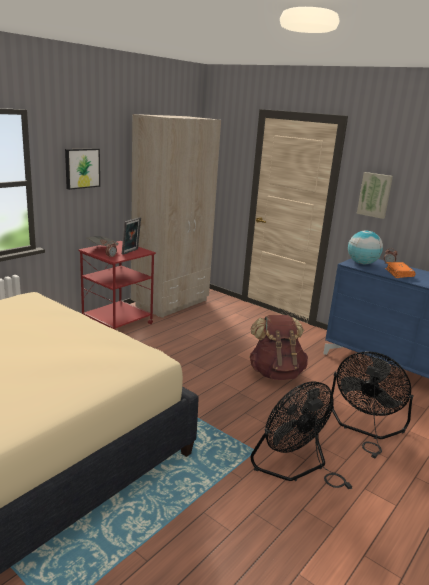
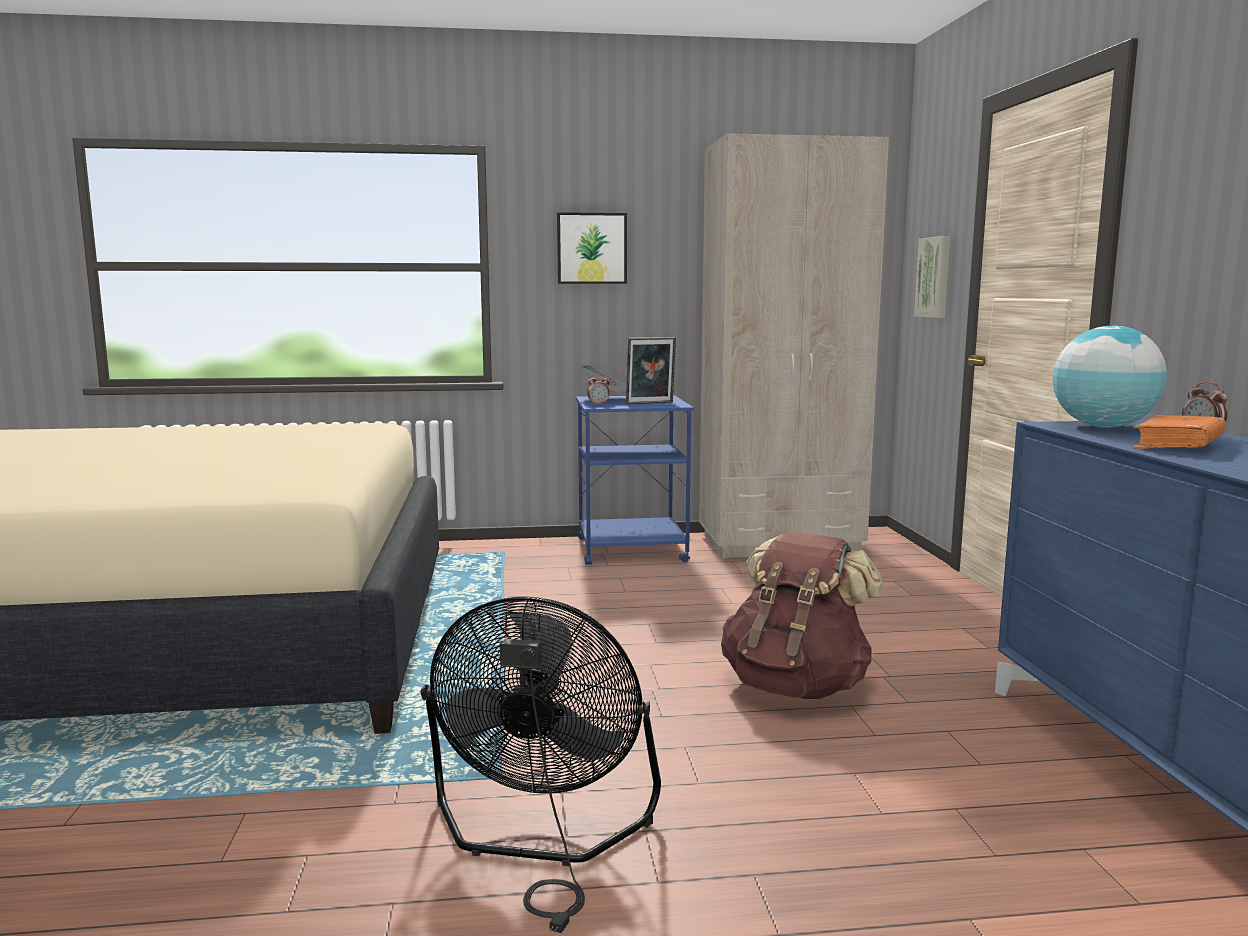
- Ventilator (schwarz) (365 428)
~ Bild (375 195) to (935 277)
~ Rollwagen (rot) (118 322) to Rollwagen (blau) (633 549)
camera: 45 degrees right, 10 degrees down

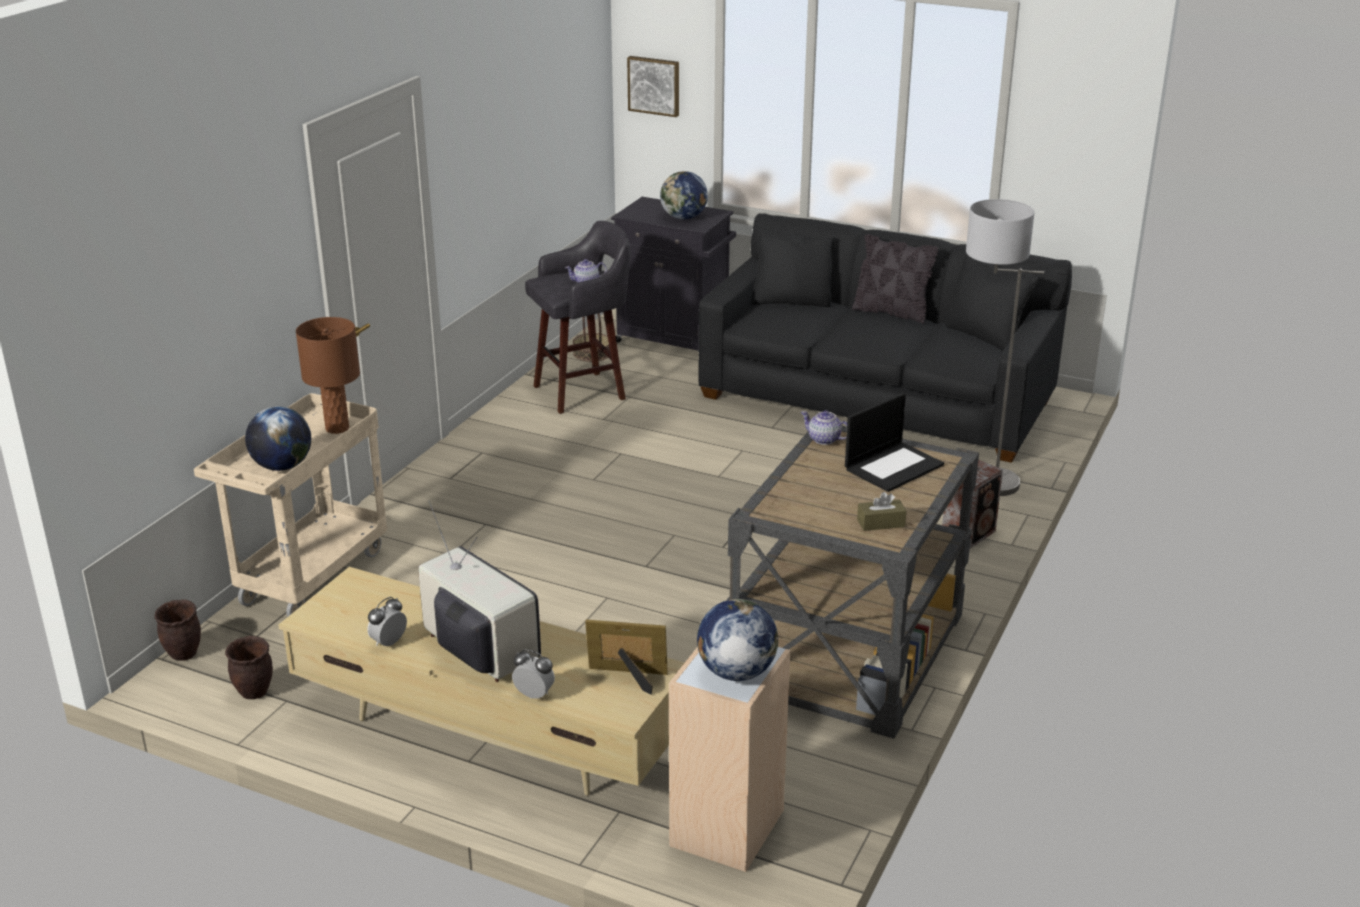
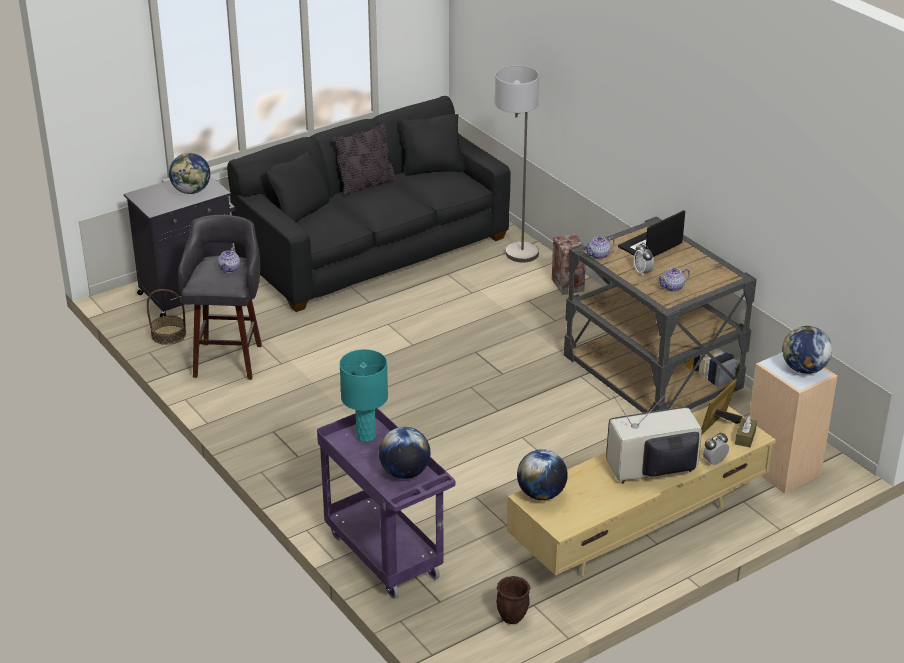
- Pflanzkübel (braun) (183 654)
- Bild (654 85)
+ Globus (541 494)
+ Teekanne (673 287)
~ Wecker (389 642) to (643 272)
~ Taschentuchbox (braun) (881 523) to (745 437)
~ Rollwagen (beige) (309 582) to Rollwagen (lila) (387 560)
~ Tischlampe (braun) (337 428) to Tischlampe (türkis) (366 436)
~ Laptop (893 466) = (650 246) 120 degrees counterclockwise
camera: 60 degrees left, 5 degrees up

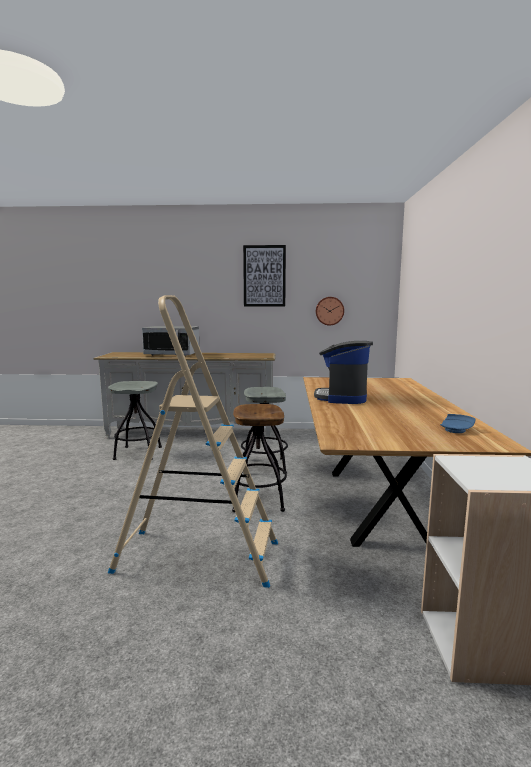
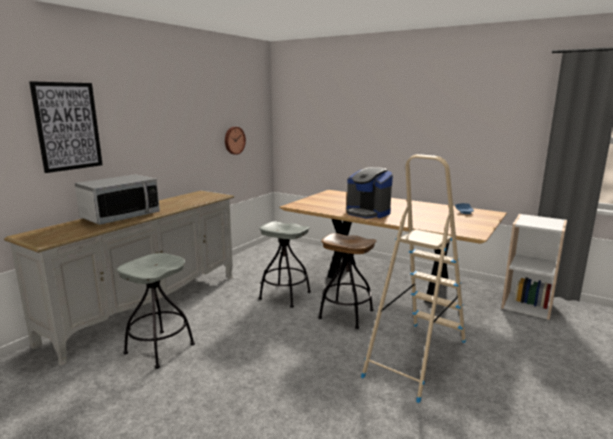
~ Bild (264 276) to (68 126)
camera: 60 degrees left, 5 degrees up

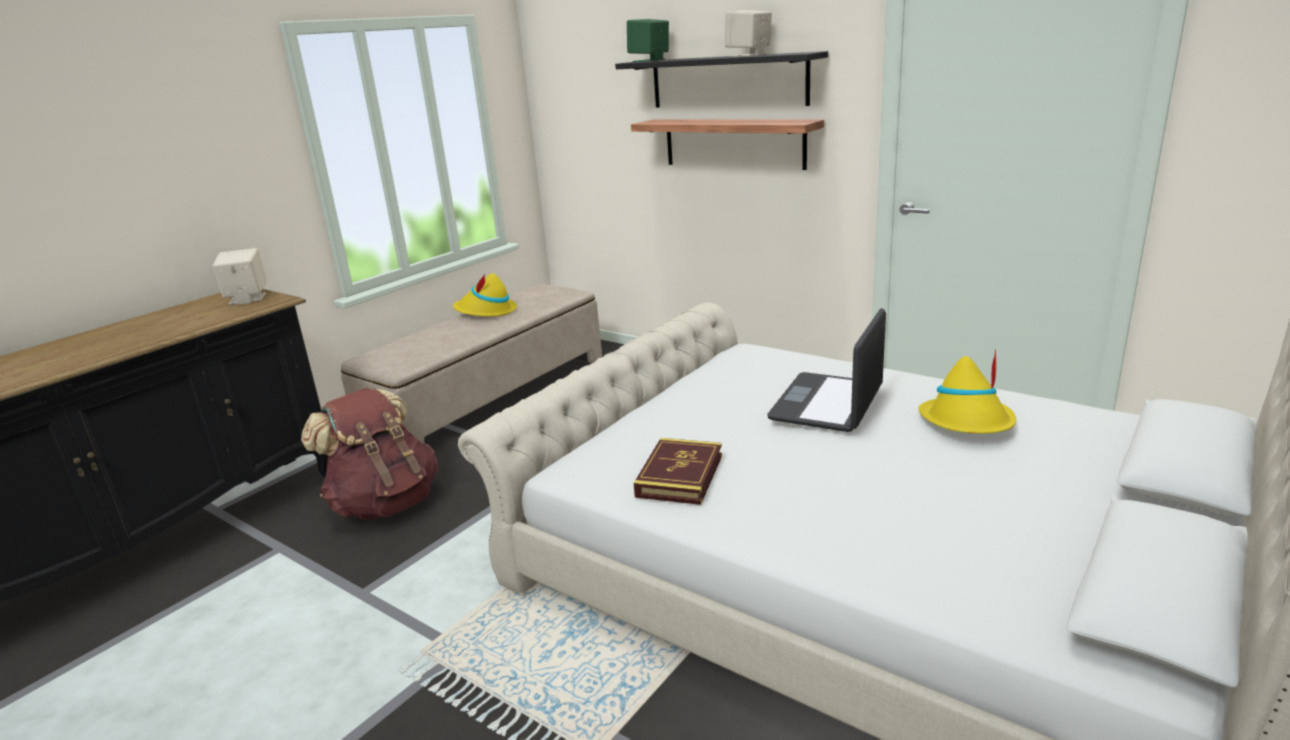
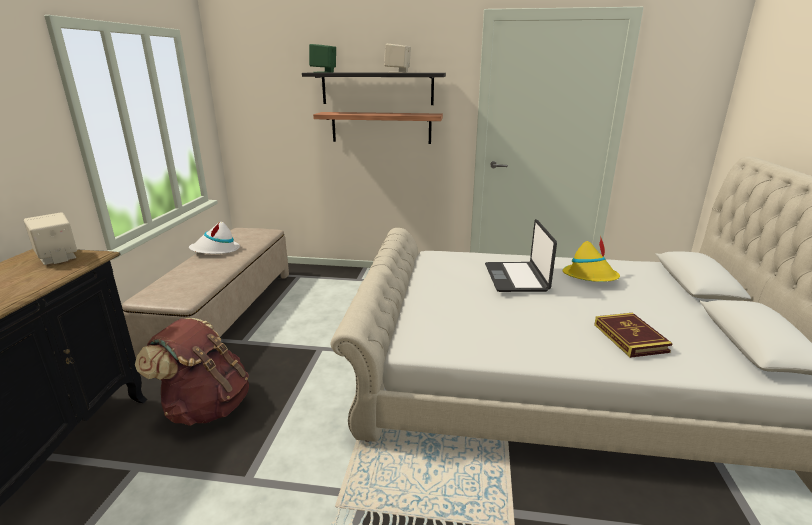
~ Buch (680 476) to (630 338)
~ Hut (gelb) (486 312) to Hut (weiß) (215 250)
camera: 30 degrees left, 0 degrees up

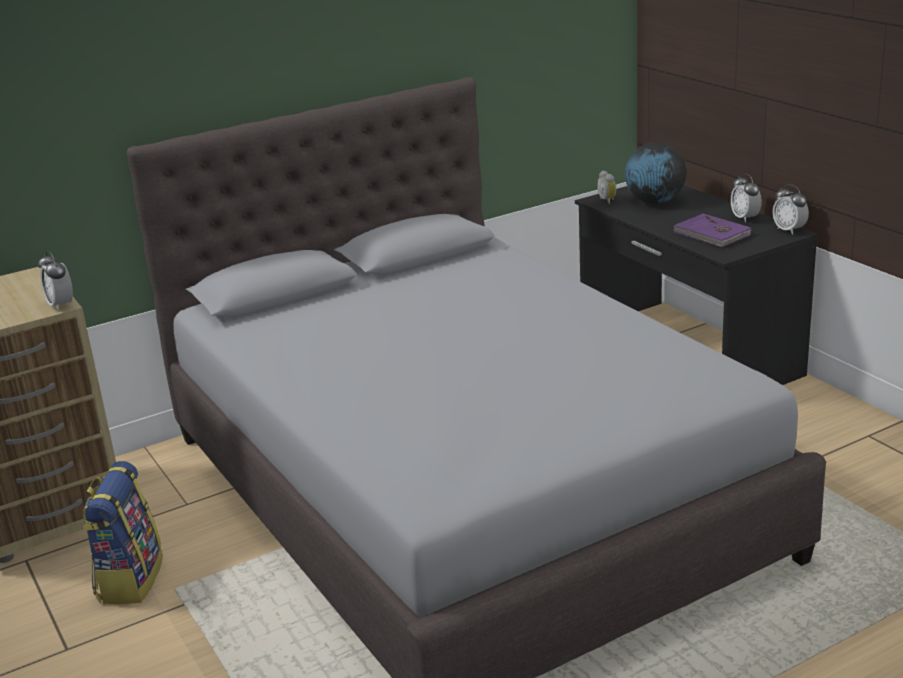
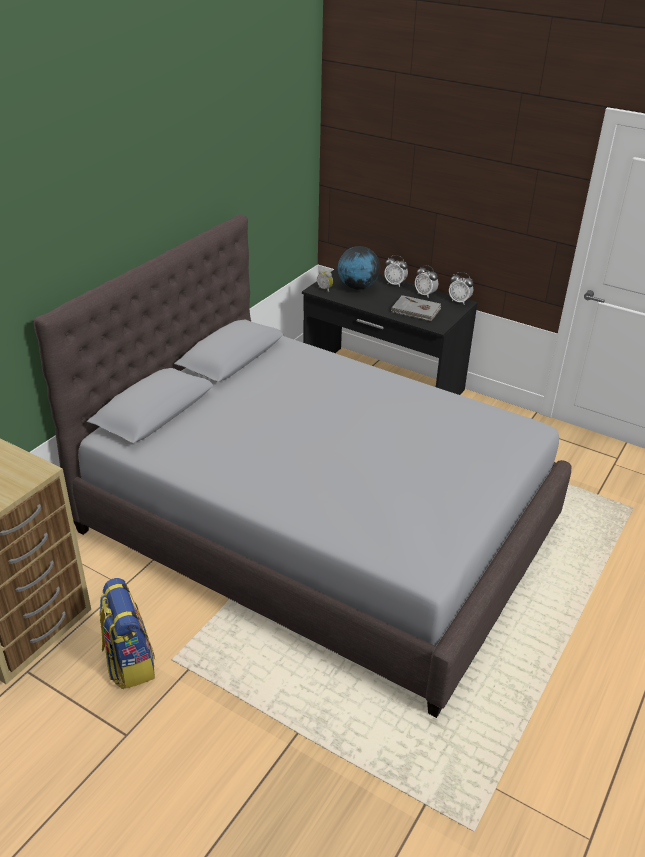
~ Wecker (61 305) to (395 284)
~ Buch (lila) (711 234) to Buch (grau) (416 311)
camera: 30 degrees left, 10 degrees up

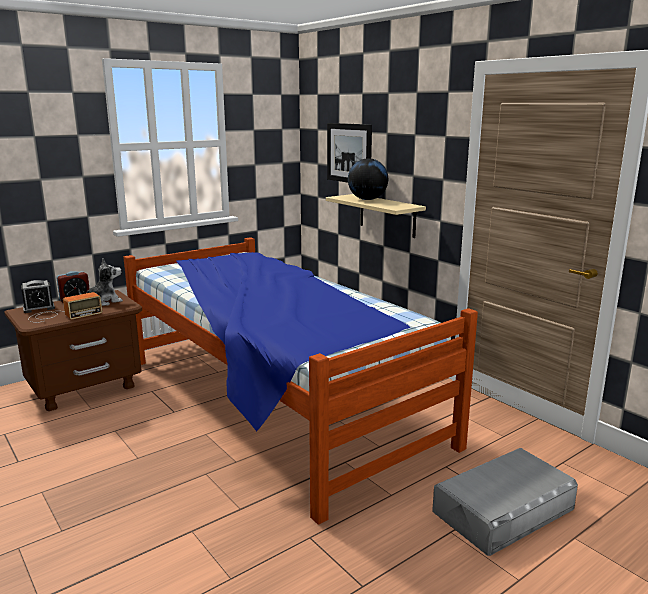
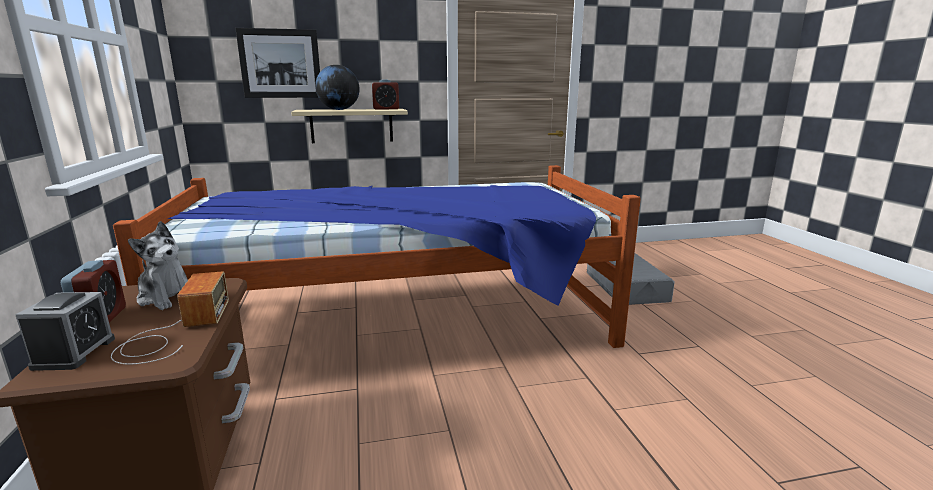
+ Wecker (386 109)
~ Plüschtier (104 302) = (167 297) 135 degrees clockwise
camera: 65 degrees left, 0 degrees up

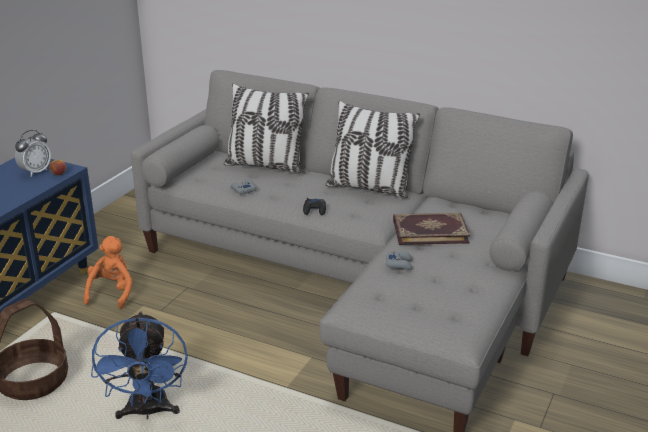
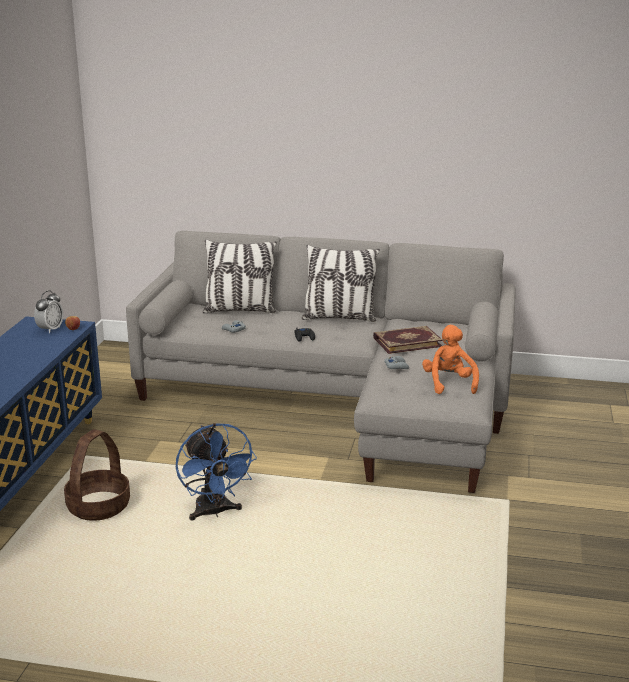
~ Plüschtier (orange) (112 293) to (449 383)
camera: 15 degrees left, 5 degrees down

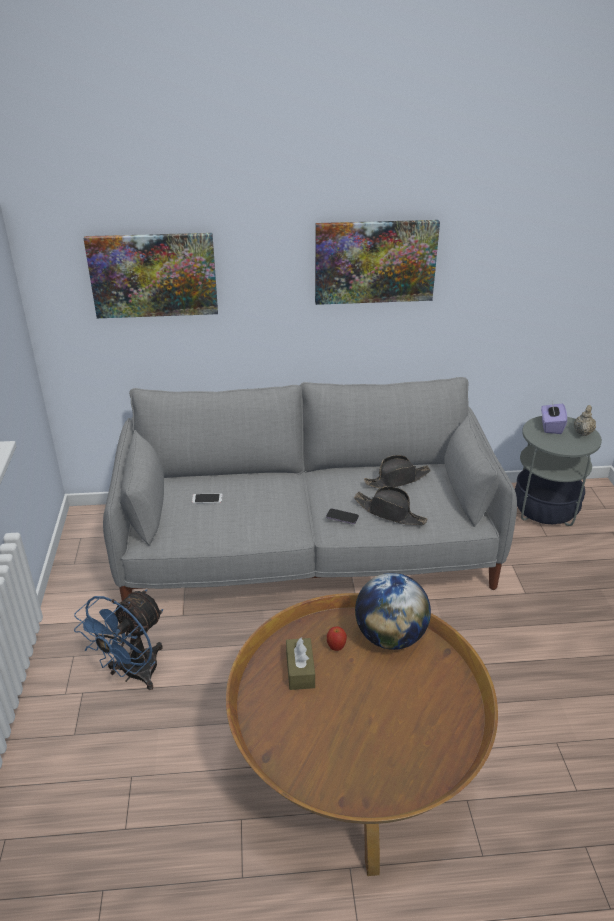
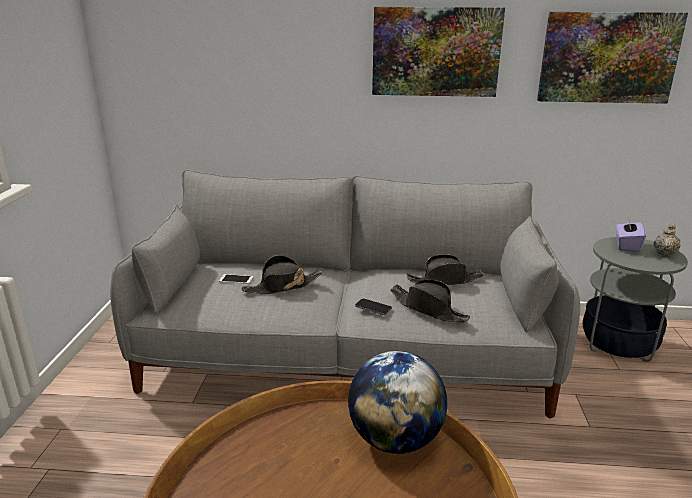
- Ventilator (blau) (133 674)
- Taschentuchbox (braun) (300 670)
- Apfel (336 647)
+ Hut (schwarz) (282 286)
~ Bild (153 275) to (607 57)
camera: 10 degrees right, 10 degrees down

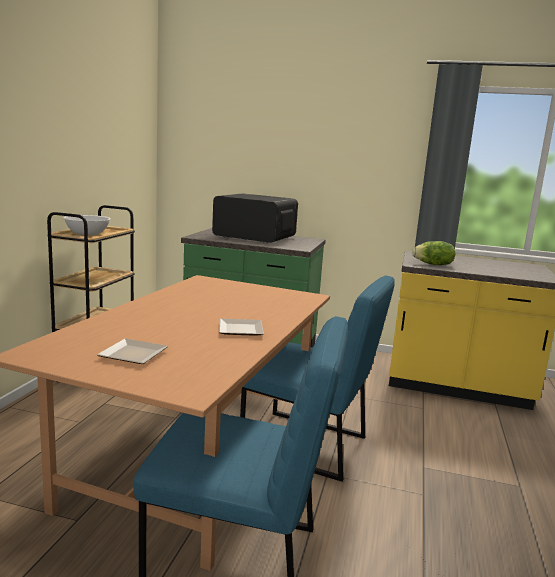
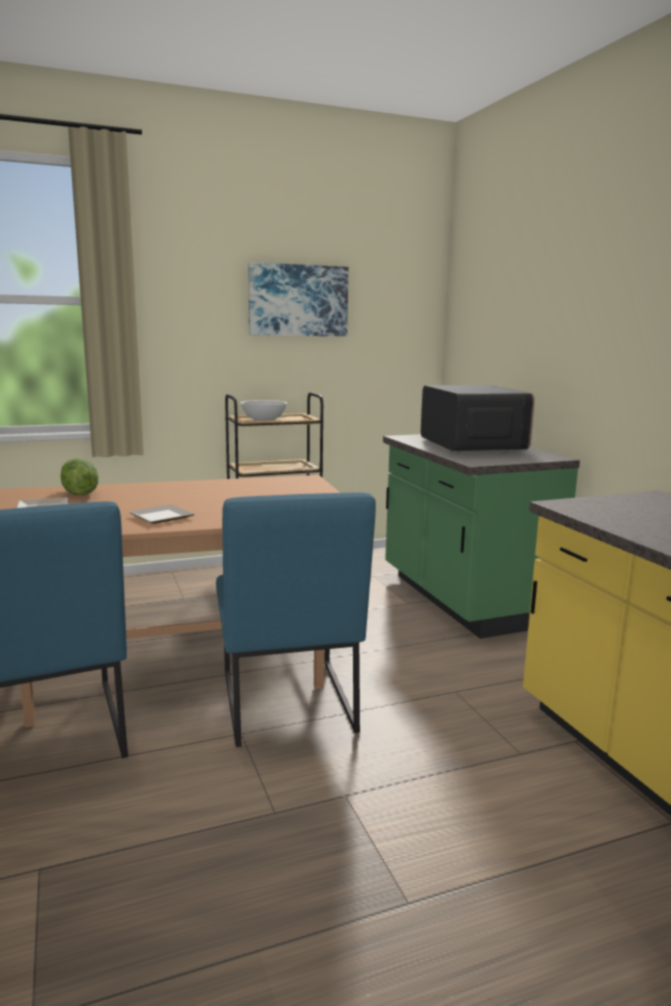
+ Bild (298 300)
~ Salatkopf (433 264) to (78 493)
camera: 55 degrees right, 0 degrees up

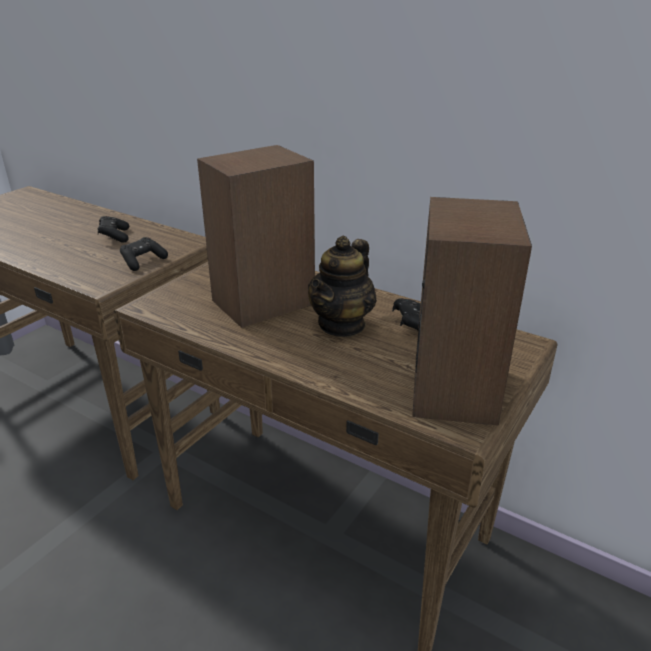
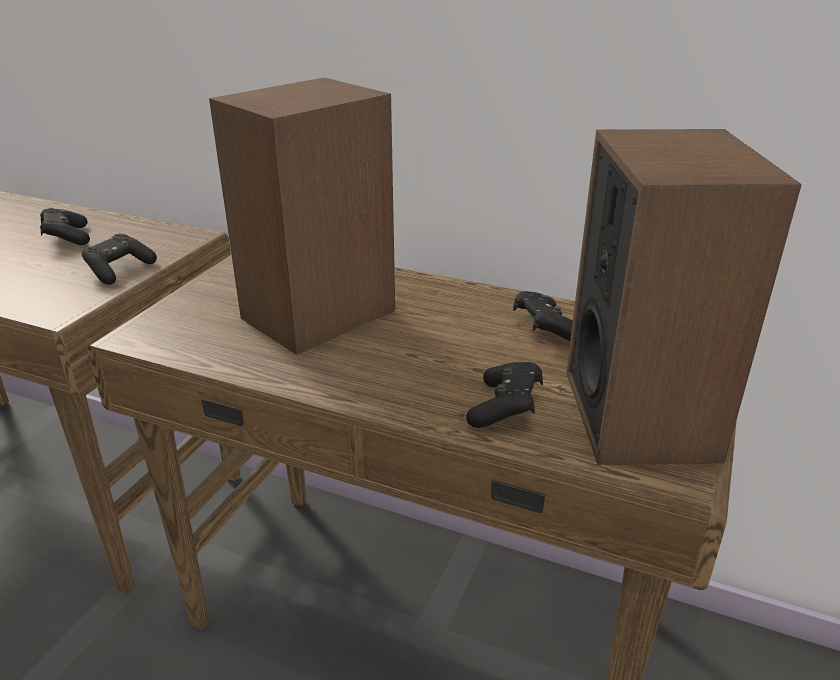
- Teekanne (342 324)
+ Gamepad (schwarz) (505 408)
camera: 10 degrees left, 0 degrees up

